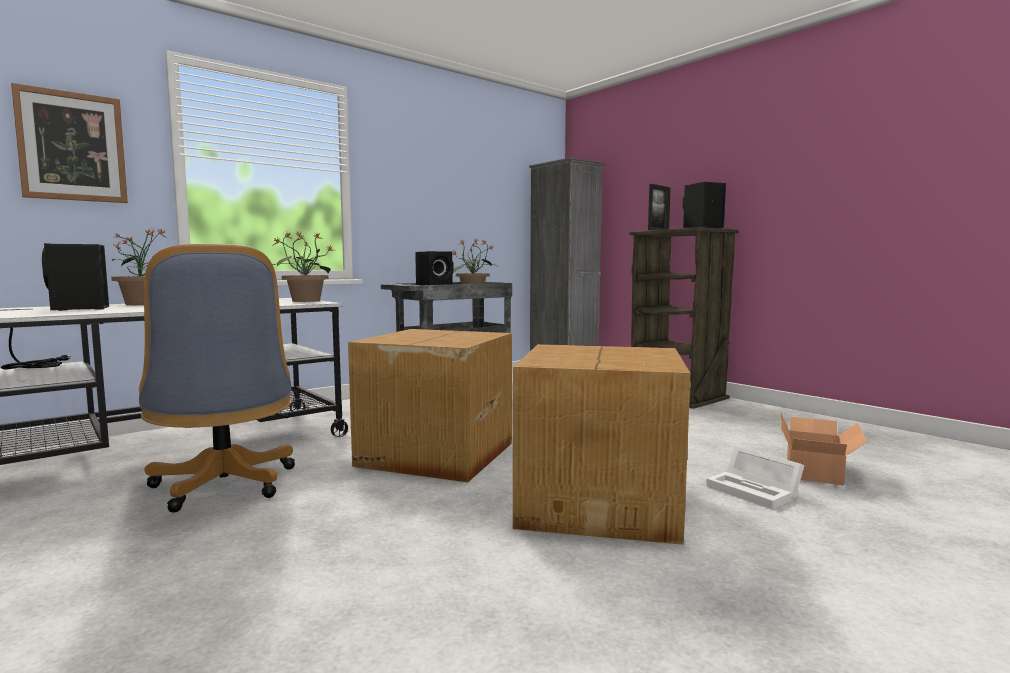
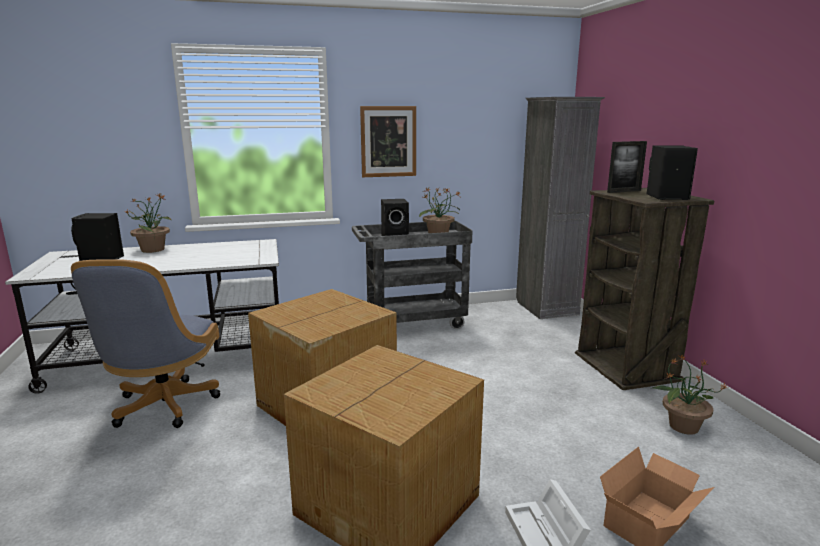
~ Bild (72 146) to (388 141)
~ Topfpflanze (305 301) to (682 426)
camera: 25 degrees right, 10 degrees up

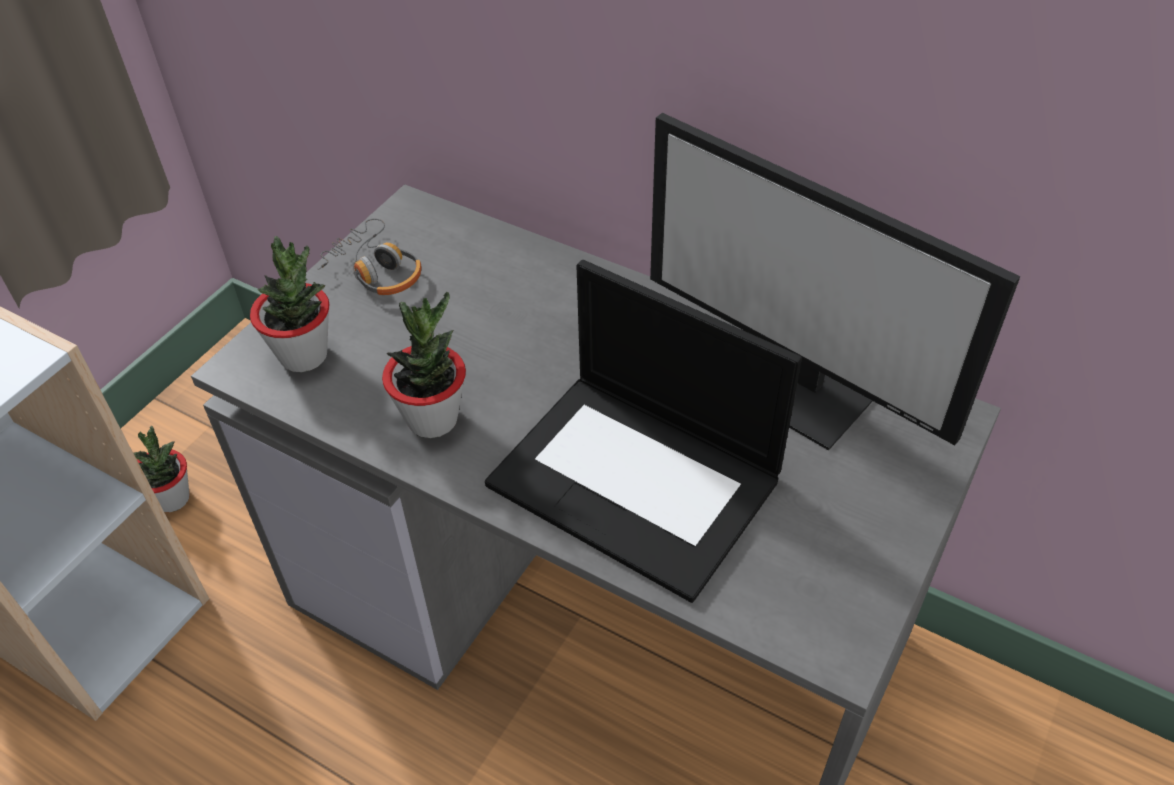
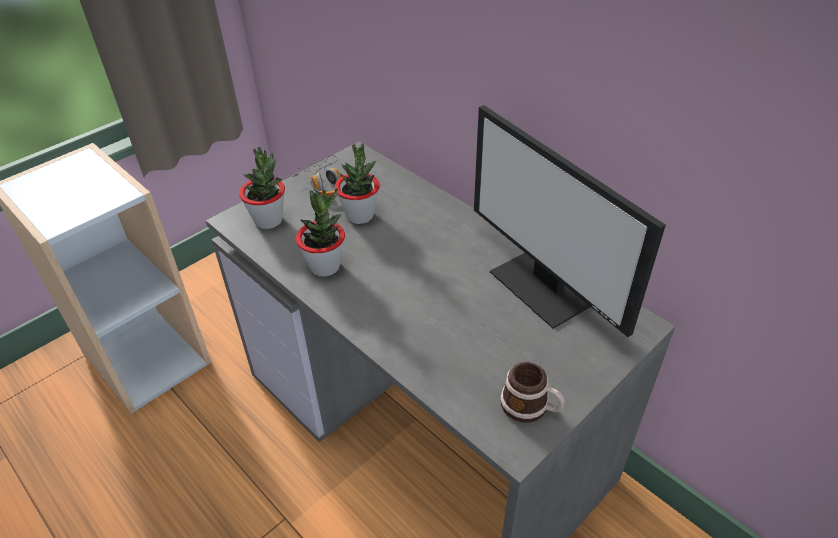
- Laptop (638 481)
+ Henkelbecher (530 407)
~ Topfpflanze (172 499) to (360 215)
camera: 15 degrees right, 5 degrees down

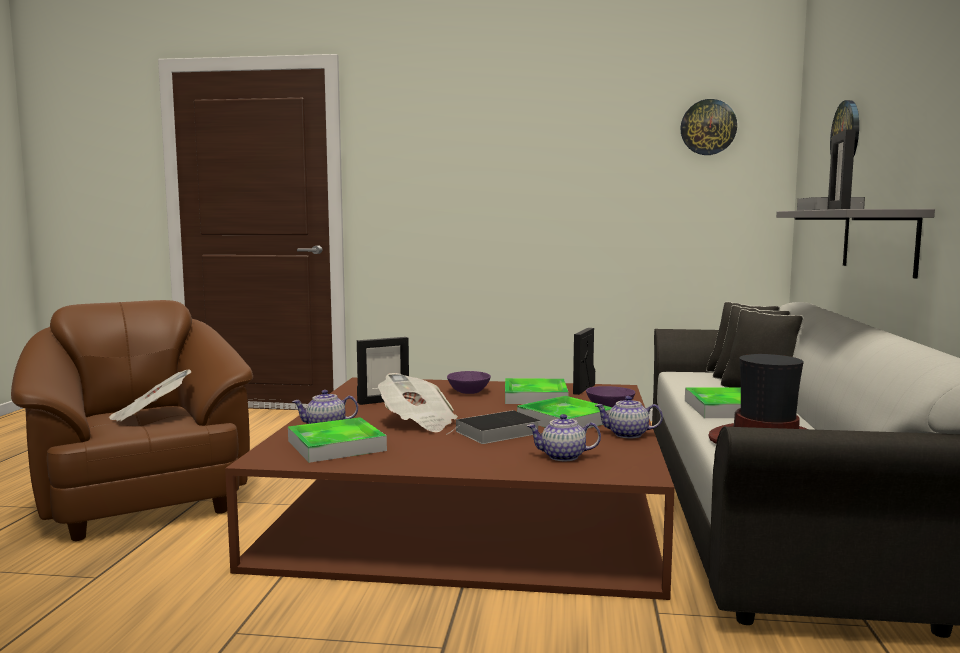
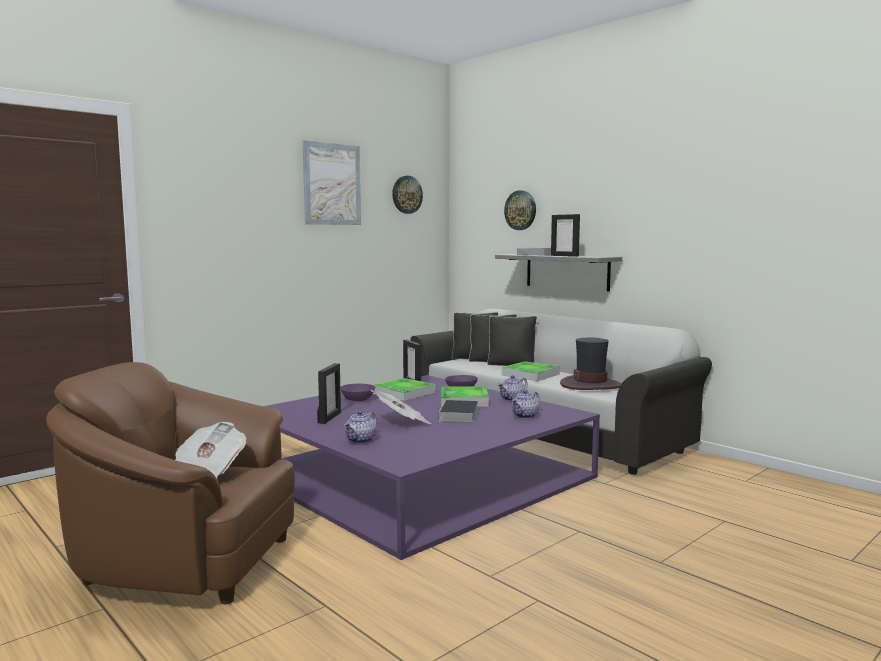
- Tablett (336 446)
+ Bild (332 184)
~ Couchtisch (braun) (473 504) to Couchtisch (lila) (419 474)
camera: 50 degrees left, 0 degrees up

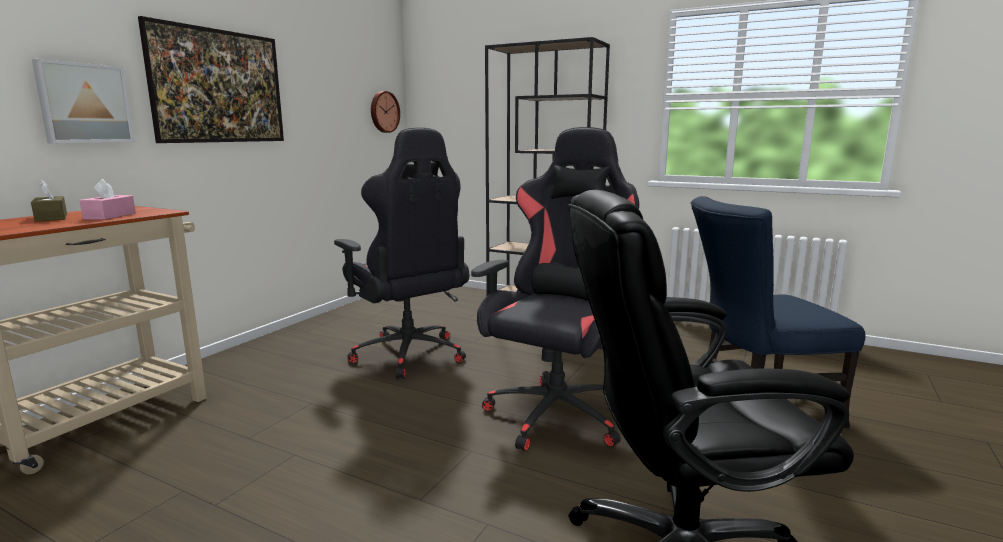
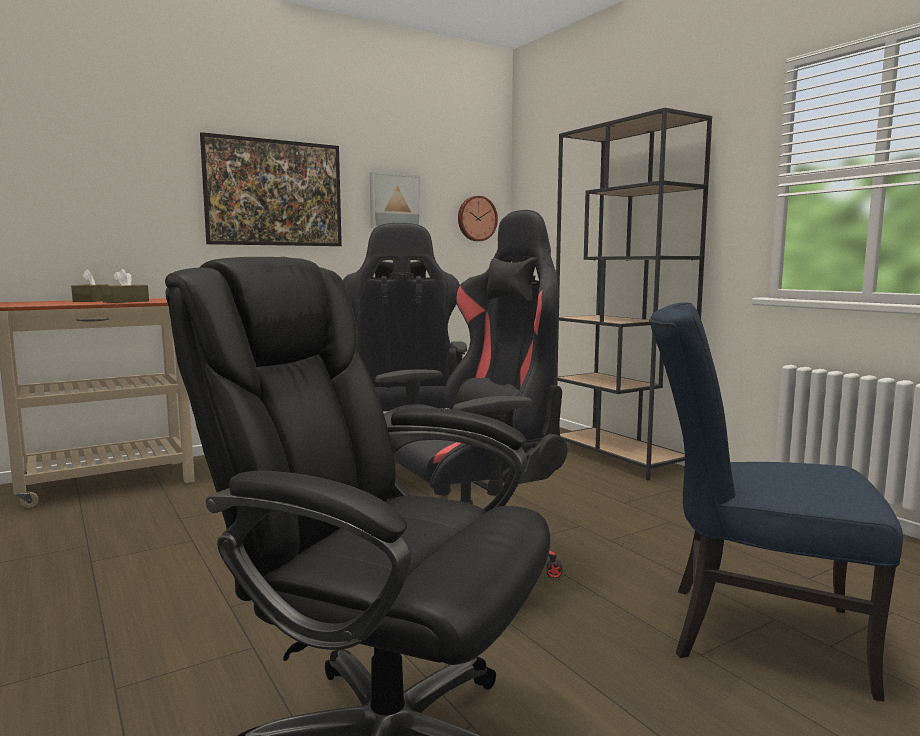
~ Bild (84 103) to (394 201)
~ Taschentuchbox (rosa) (110 216) to Taschentuchbox (braun) (126 301)
camera: 30 degrees right, 5 degrees down

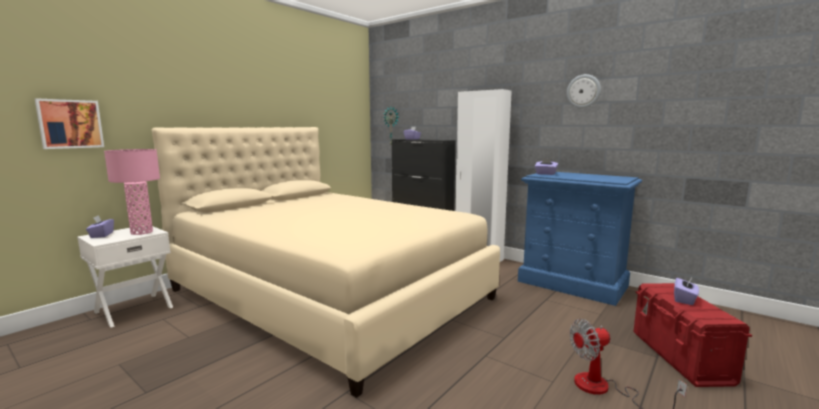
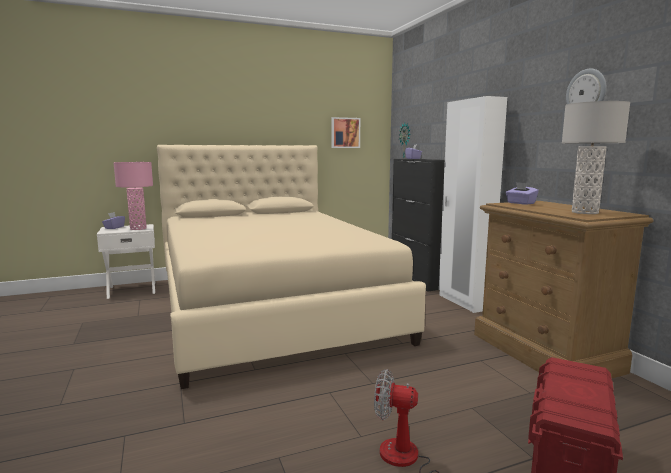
- Taschentuchbox (lila) (684 299)
+ Tischlampe (weiß) (584 212)
~ Bild (70 124) to (345 133)
~ Kommode (blau) (572 284) to Kommode (braun) (544 352)
camera: 30 degrees right, 0 degrees up

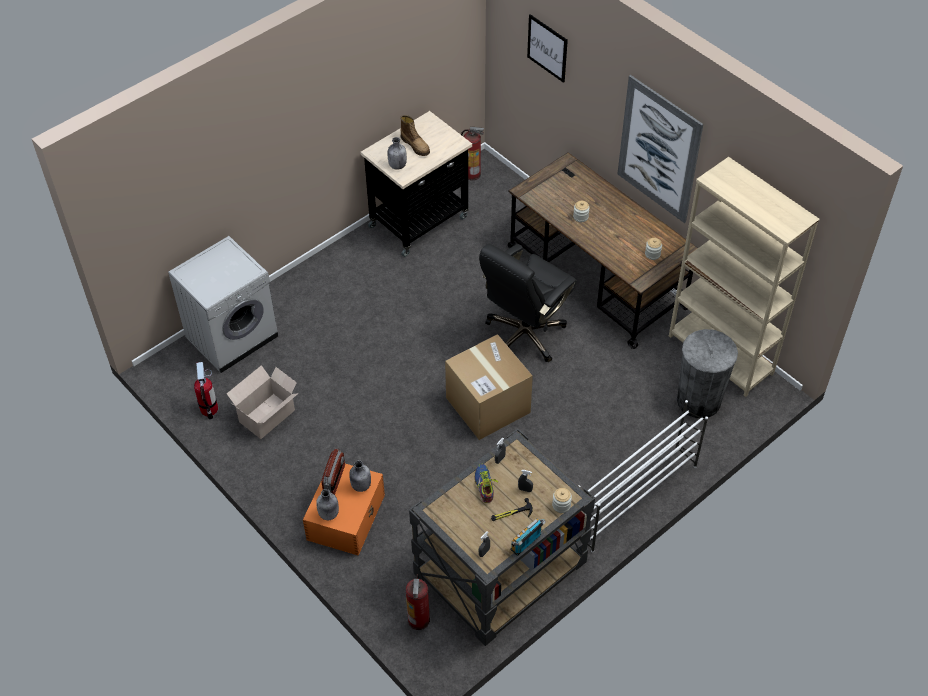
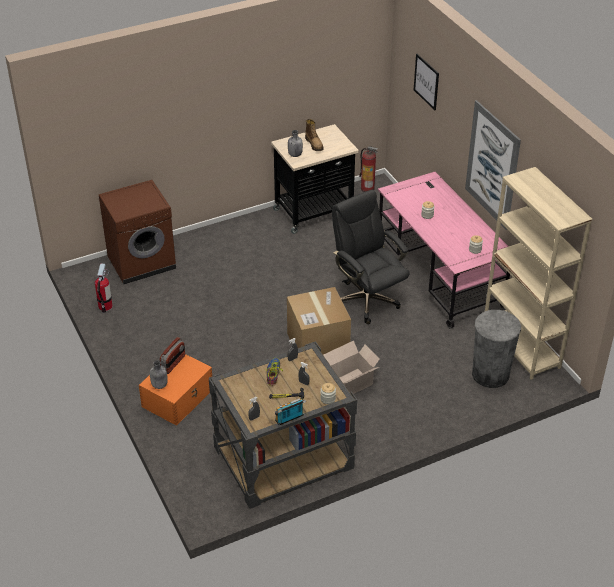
- Flasche (grau) (360 486)
- Feuerlöscher (419 620)
- Schuhregal (weiß) (634 499)
~ Karton (268 415) to (350 383)
~ Waschmaschine (weiß) (233 338) to Waschmaschine (braun) (142 263)
~ Schreibtisch (braun) (596 278) to Schreibtisch (rosa) (439 274)
~ Bürostuhl (schwarz) (526 333) = (368 301) 90 degrees clockwise
camera: 15 degrees right, 10 degrees down

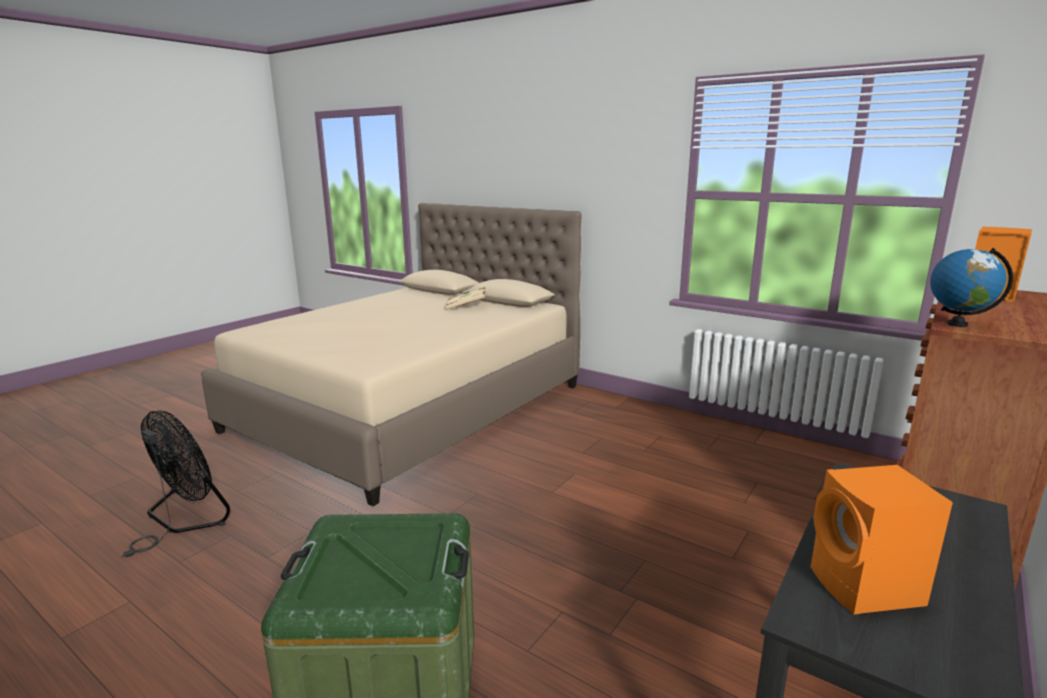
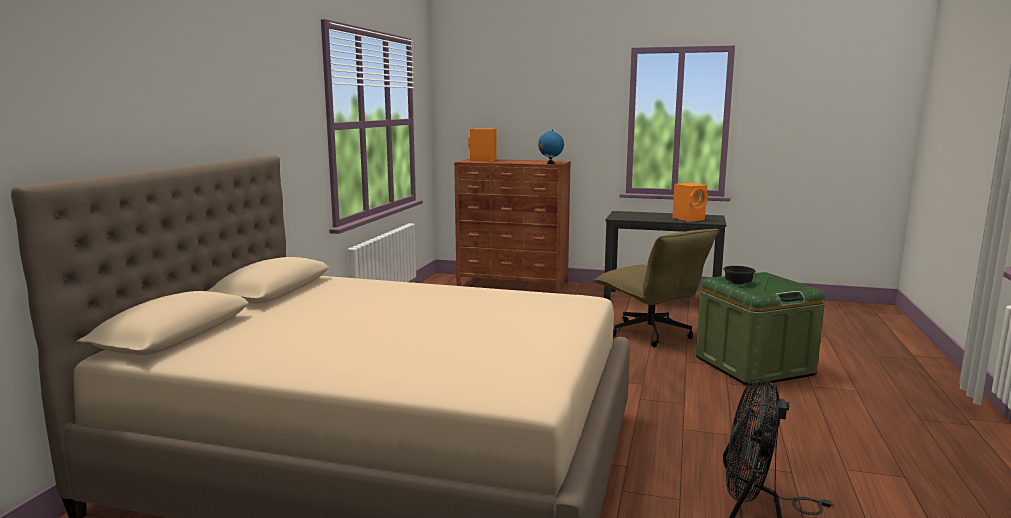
- Buch (beige) (466 307)
+ Bürostuhl (beige) (649 333)
+ Schüssel (schwarz) (737 283)
camera: 110 degrees left, 5 degrees down

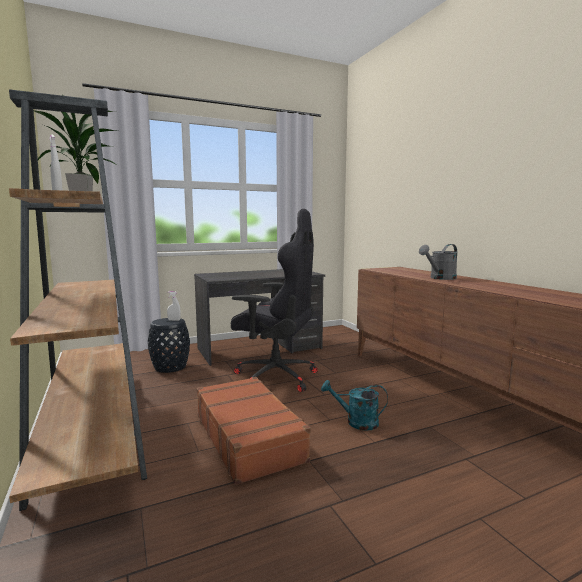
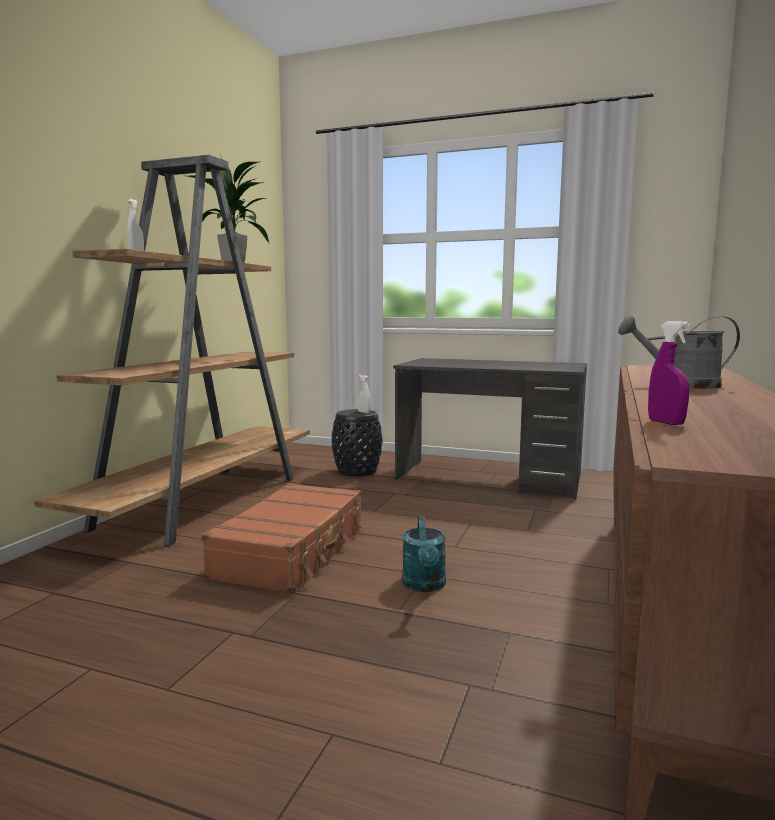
- Bürostuhl (schwarz) (274 377)
+ Sprühflasche (lila) (666 422)
~ Gießkanne (türkis) (356 422) = (425 585) 150 degrees counterclockwise
camera: 45 degrees right, 0 degrees up

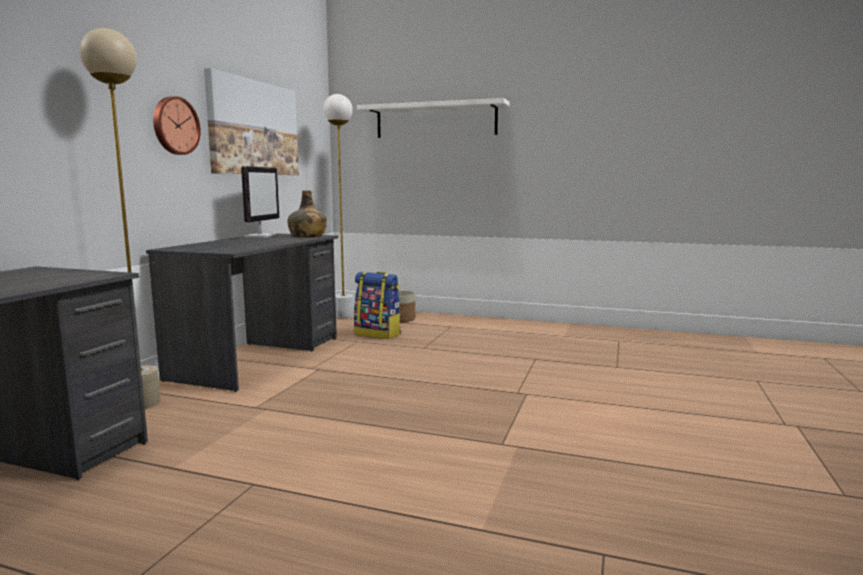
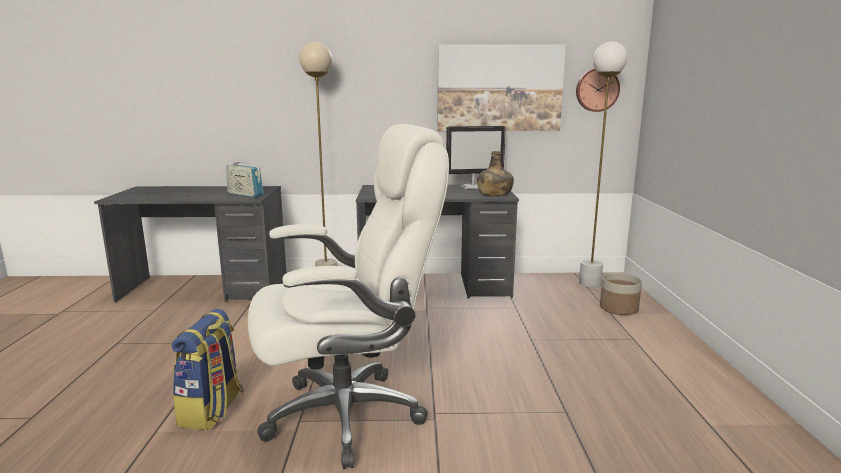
- Wandregal (weiß) (435 120)
+ Radio (245 194)
+ Bürostuhl (weiß) (348 415)
~ Wanduhr (175 126) to (597 89)
~ Rucksack (378 334) to (212 410)
camera: 70 degrees right, 5 degrees up

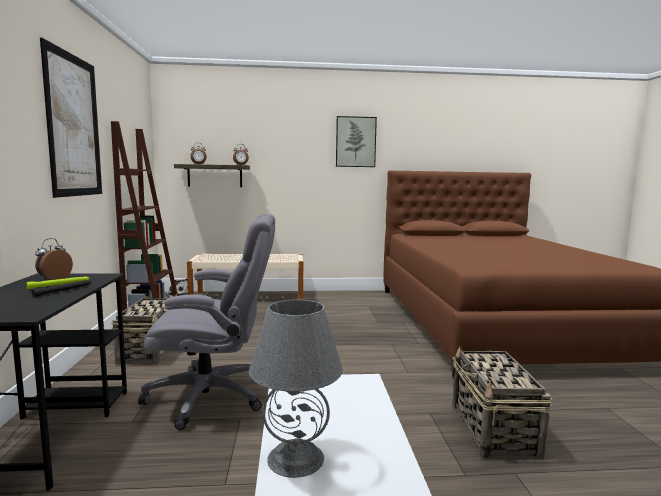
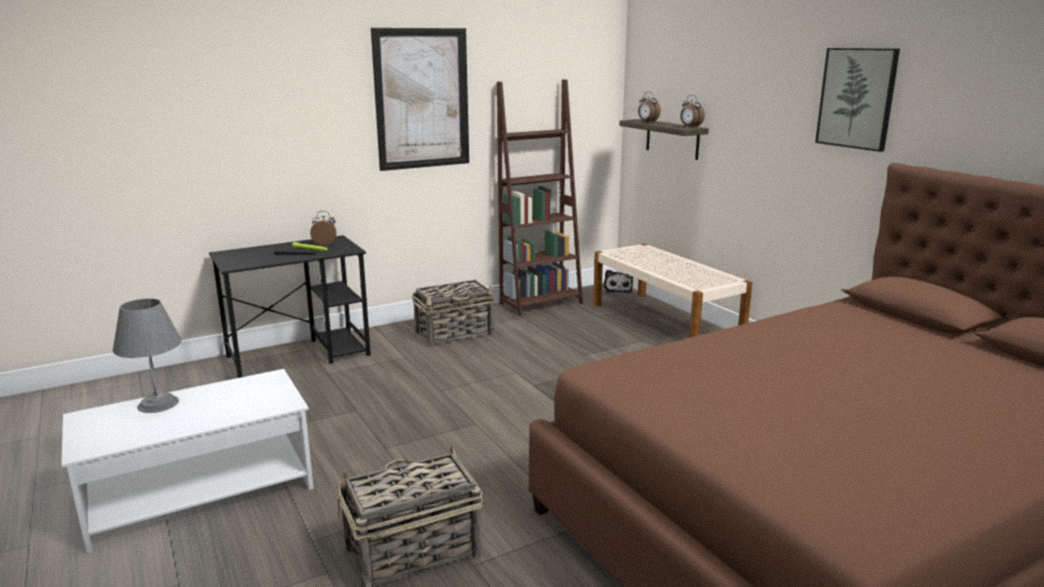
- Bürostuhl (grau) (216 397)
camera: 65 degrees right, 10 degrees up

